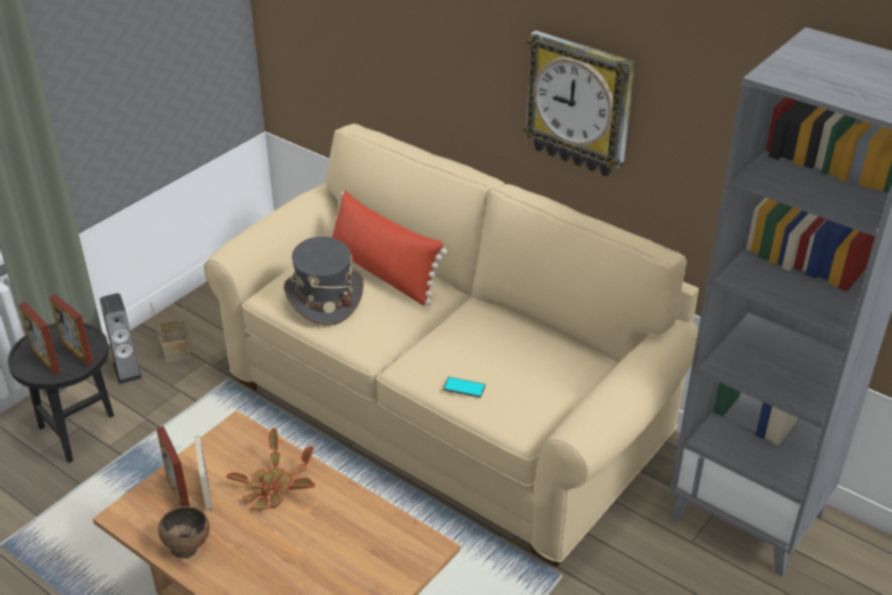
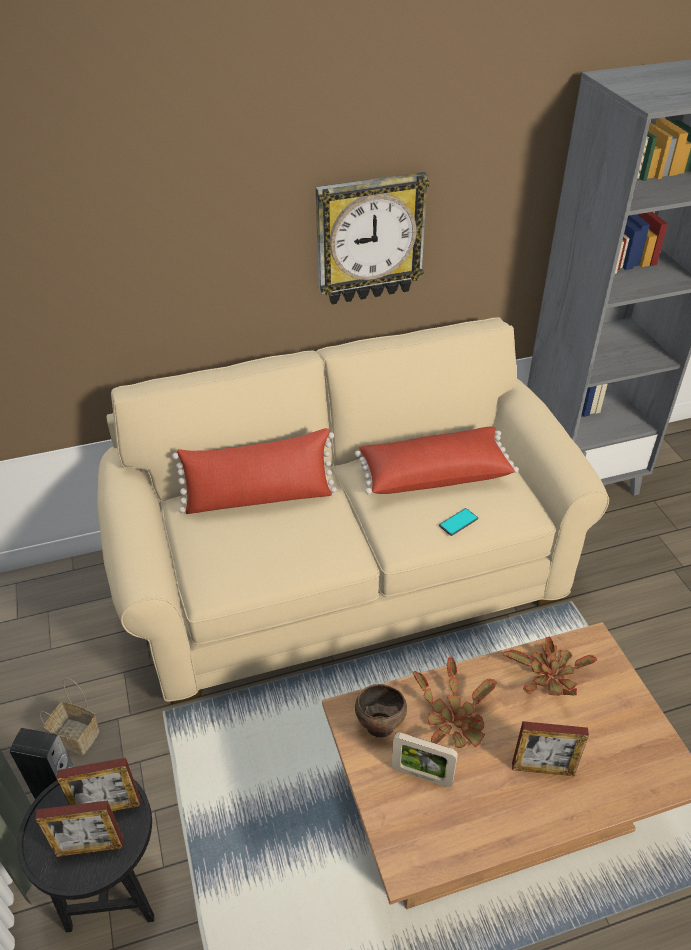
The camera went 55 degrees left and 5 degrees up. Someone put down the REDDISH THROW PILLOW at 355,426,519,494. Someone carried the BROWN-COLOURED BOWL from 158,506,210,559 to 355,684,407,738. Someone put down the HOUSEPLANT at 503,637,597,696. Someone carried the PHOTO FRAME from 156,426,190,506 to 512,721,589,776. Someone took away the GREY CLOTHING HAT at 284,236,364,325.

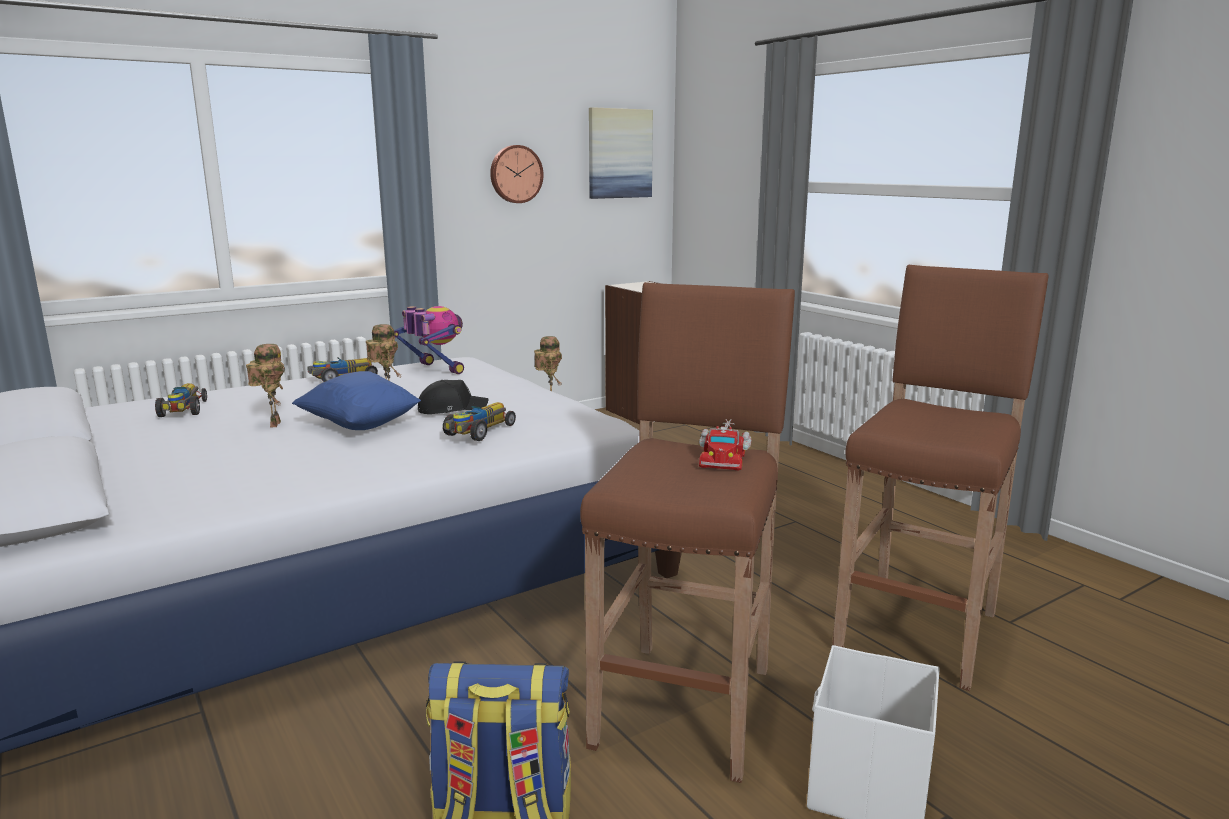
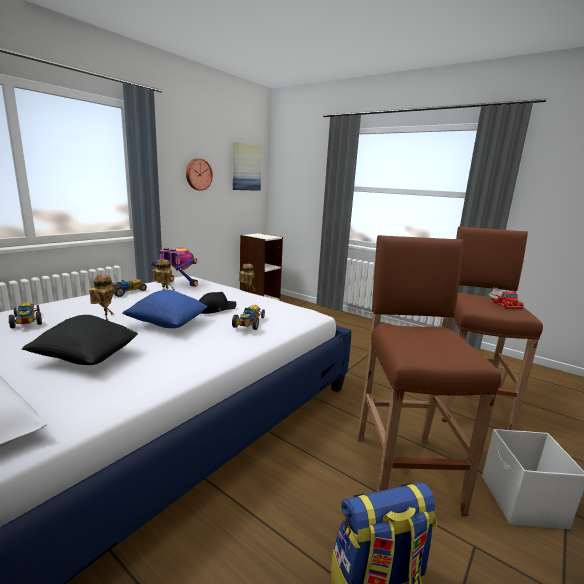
The camera went 20 degrees left and 0 degrees up. Someone put down the BLACK THROW PILLOW at 22,315,138,365. Someone carried the MODEL TRUCK from 699,419,751,470 to 488,288,524,309.

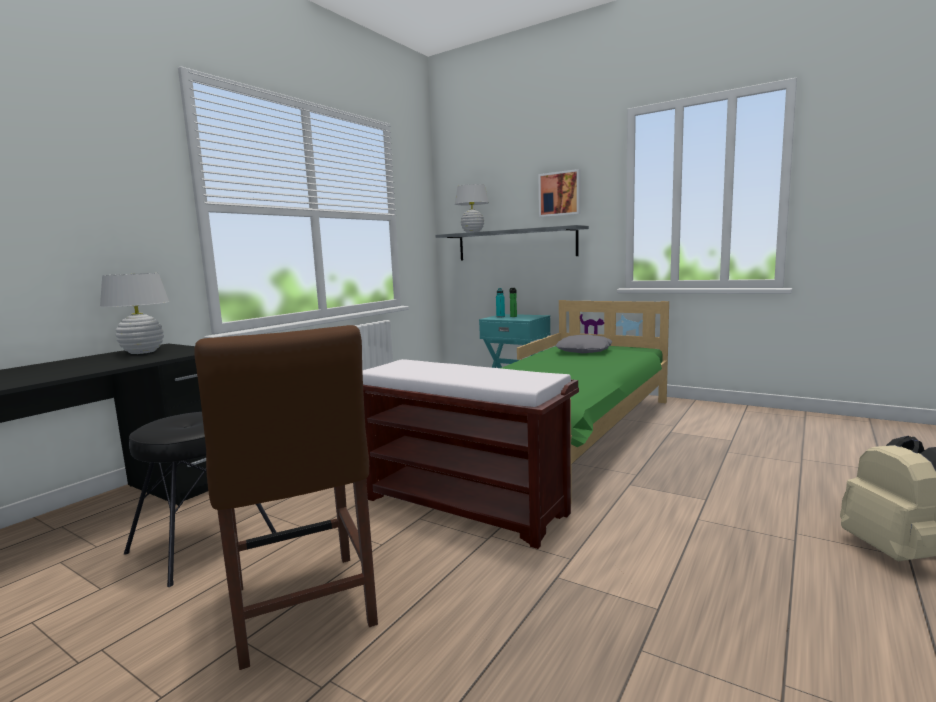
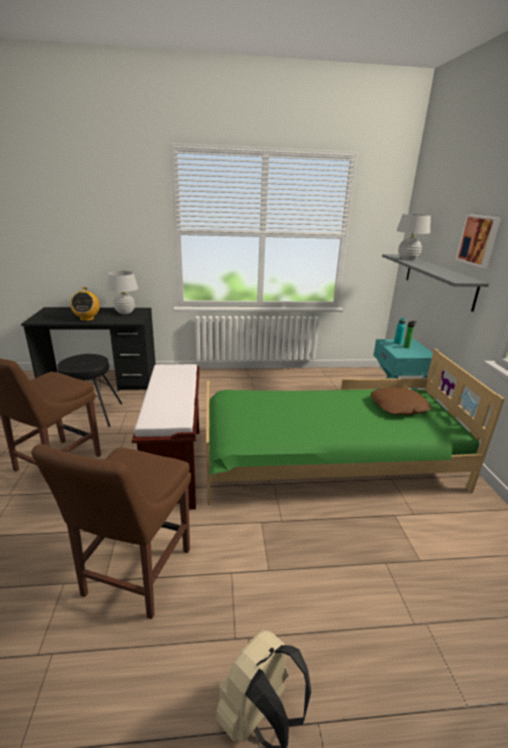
The camera went 50 degrees right and 15 degrees up. Someone put down the BROWN-COLOURED CHAIR at 31,444,191,619. Someone put down the RADIO at 70,287,100,321. Someone repainted the GREY THROW PILLOW at 555,335,613,353, which became the BROWN-COLOURED THROW PILLOW at 371,387,431,415.

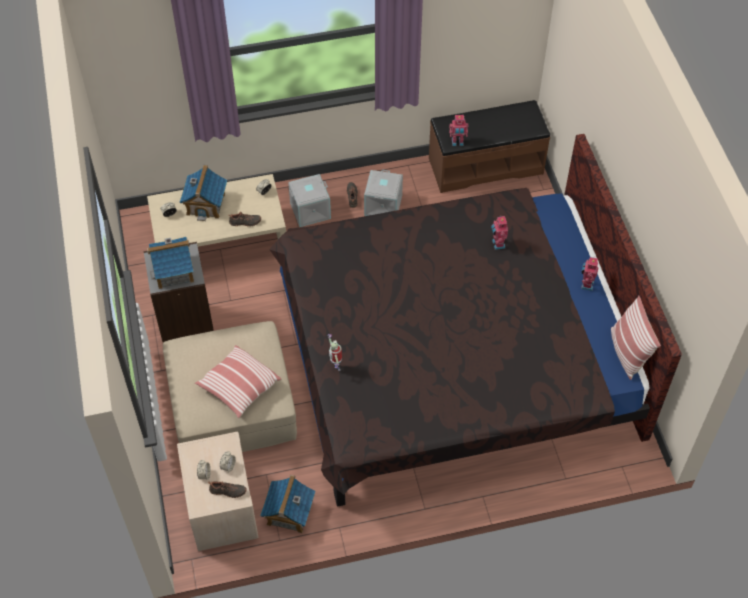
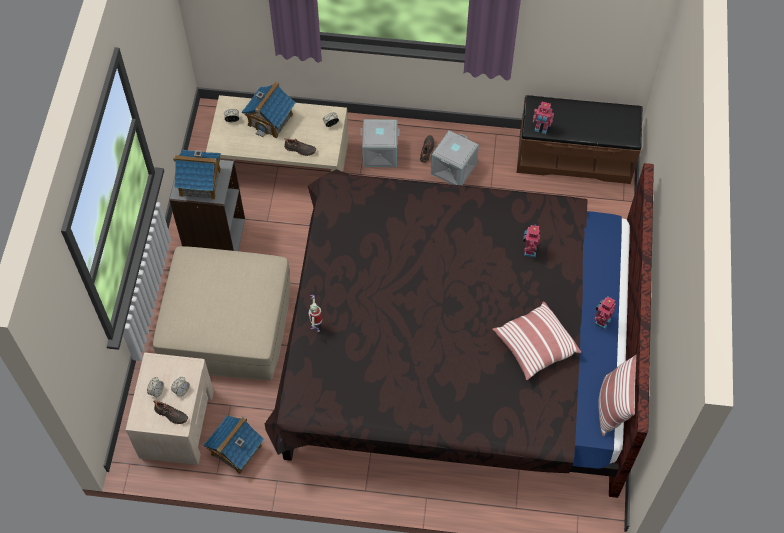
The camera went 20 degrees right and 5 degrees up. Someone carried the THROW PILLOW from 195,345,281,418 to 492,302,581,380.

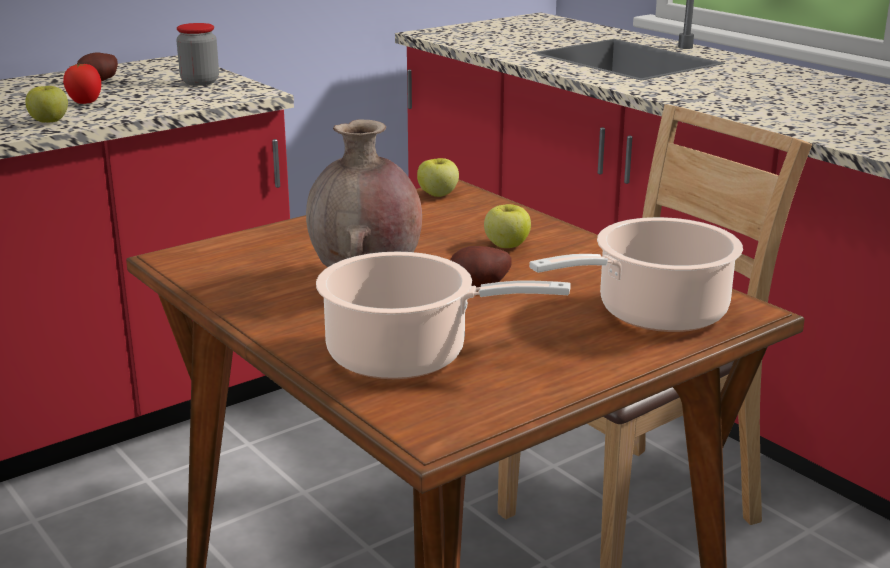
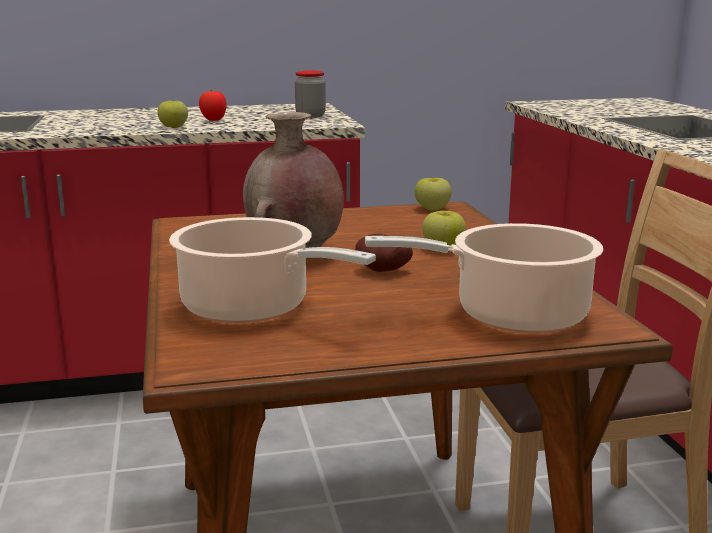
The camera went 25 degrees right and 5 degrees down. Someone took away the POTATO at 77,53,118,81.

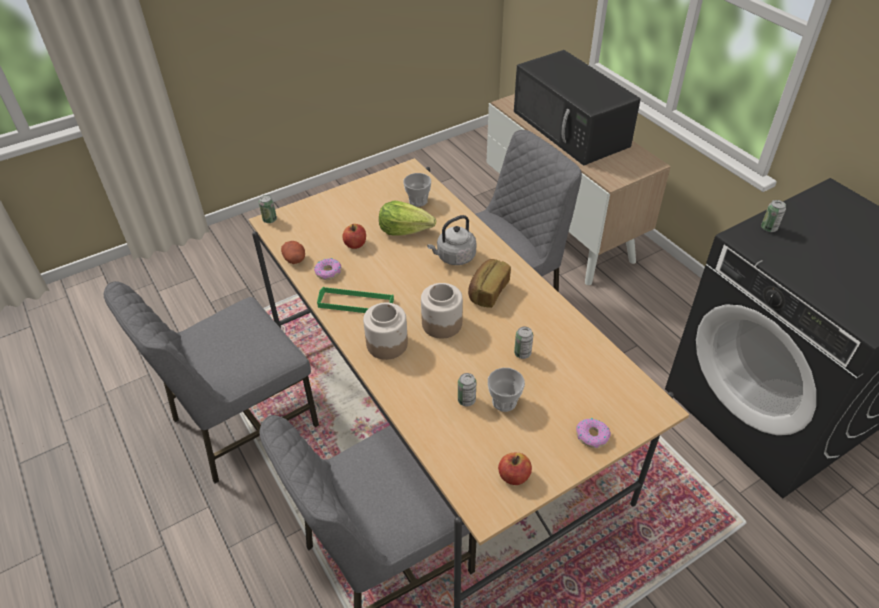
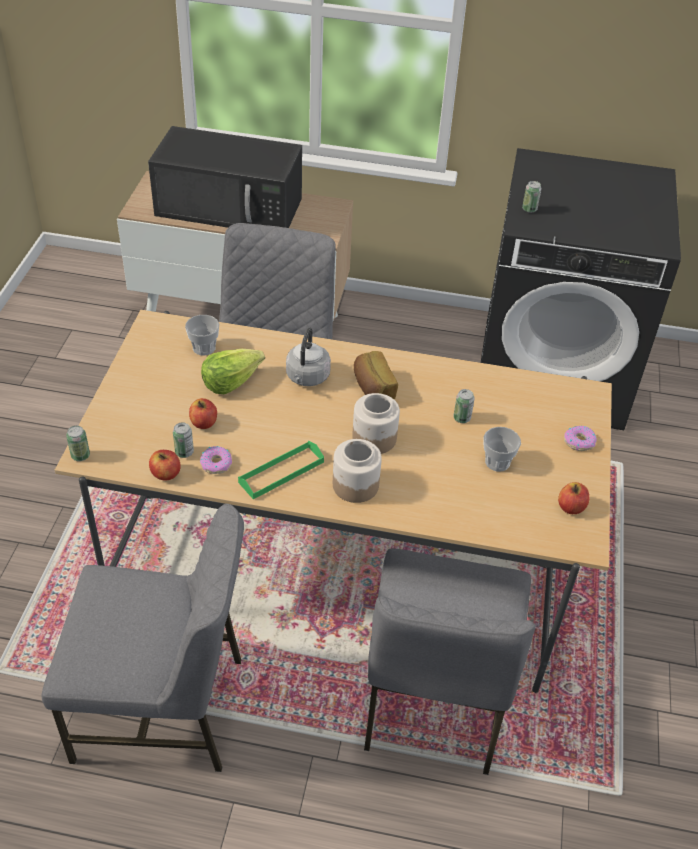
The camera went 50 degrees left and 0 degrees up. Someone rotated the GREY CHAIR at 104,281,319,483 by 90 degrees counterclockwise. Someone swapped the POTATO at 281,241,305,264 for the WHOLE APPLE at 149,450,181,481. Someone carried the METAL CAN from 458,373,476,406 to 173,422,194,458.

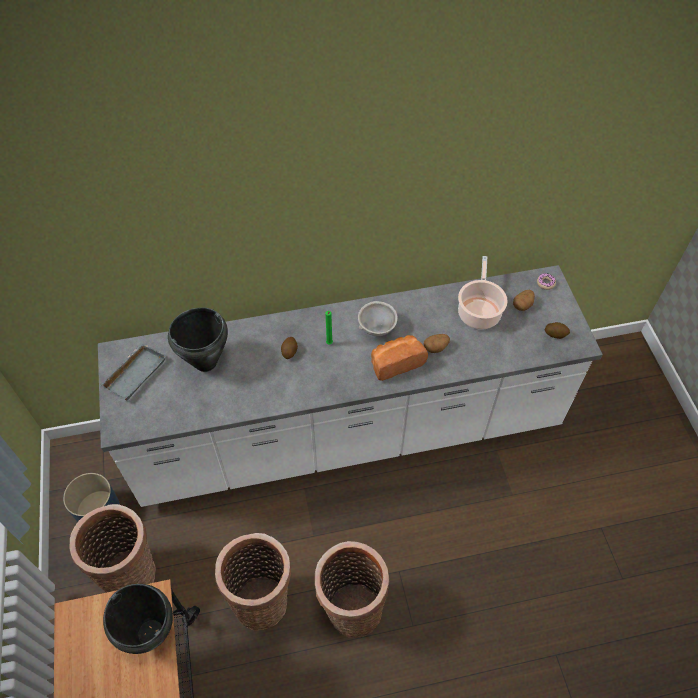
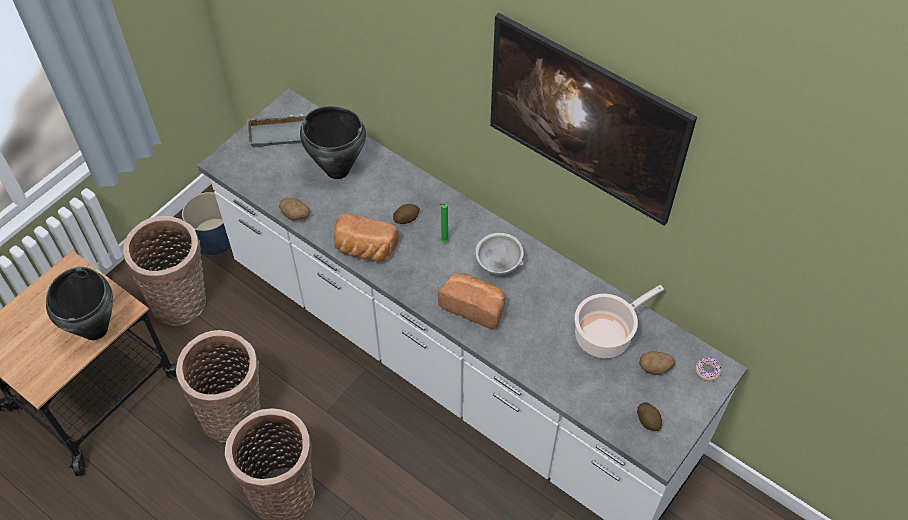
The camera went 50 degrees right and 0 degrees up. Someone carried the POTATO from 423,334,450,353 to 279,198,310,220. Someone put down the BAKED BREAD at 334,214,399,261. Someone put up the WALL ART at 490,13,697,226.

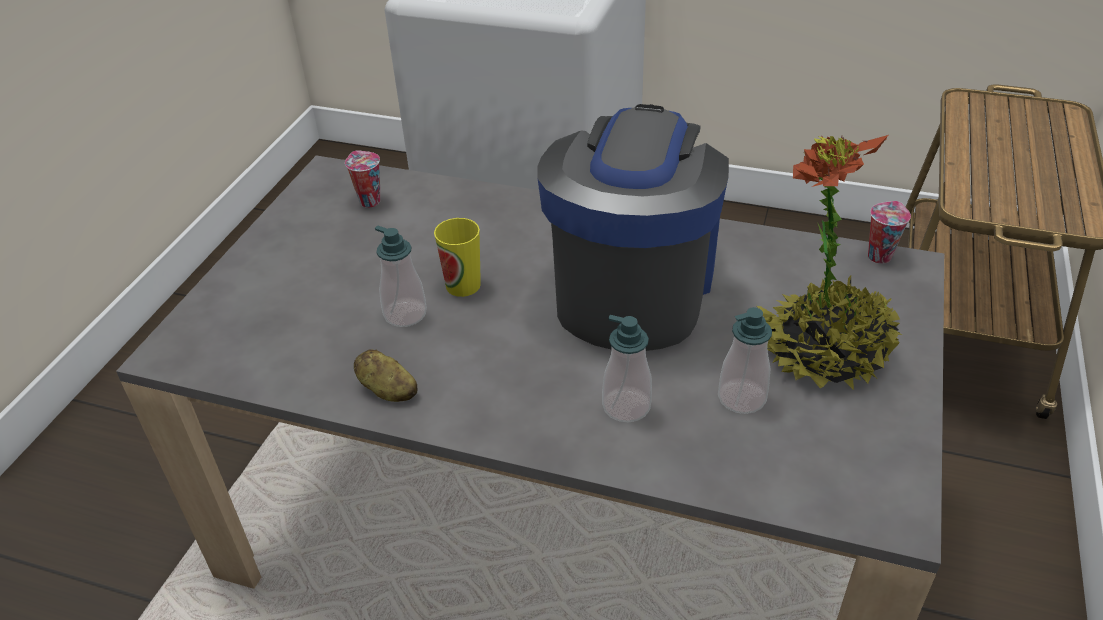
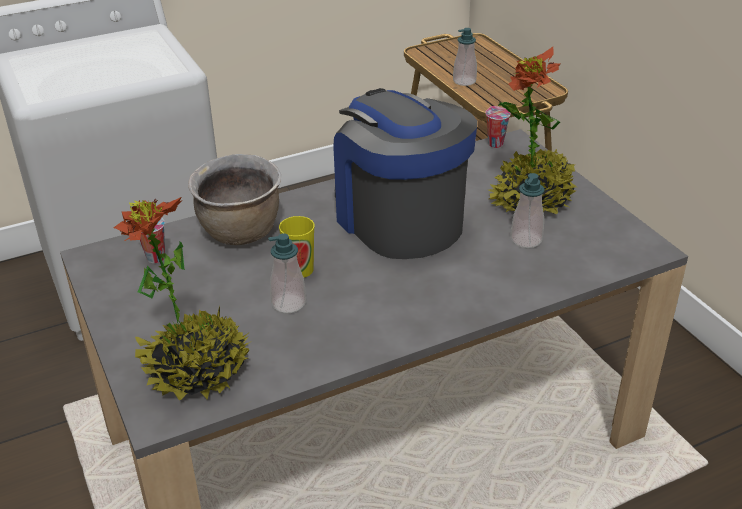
The camera went 45 degrees left and 5 degrees down. Someone put down the HOUSEPLANT at 113,197,250,401. Someone put down the BROWN-COLOURED SAUCEPOT at 188,154,281,245. Someone carried the SOAP DISPENSER from 602,315,652,422 to 453,28,477,86. Someone took away the POTATO at 354,349,418,402.

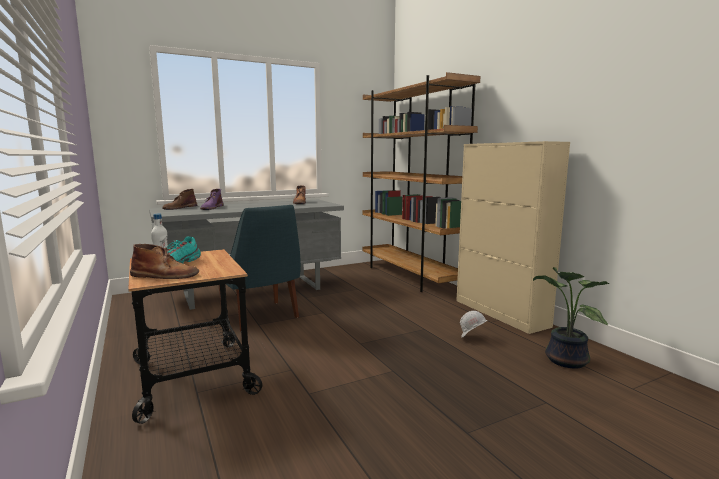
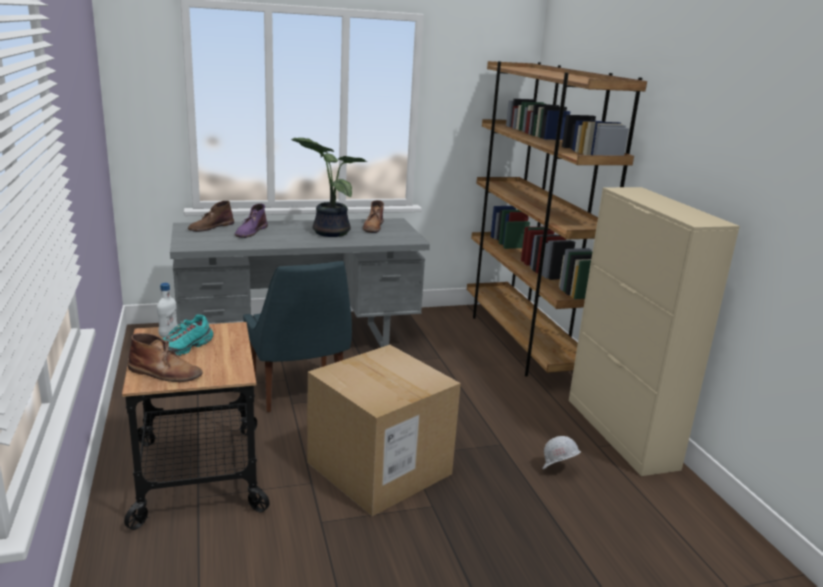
The camera went 10 degrees right and 10 degrees up. Someone carried the HOUSEPLANT from 533,267,609,369 to 291,138,368,237. Someone put down the CARDBOARD BOX at 307,345,461,516.

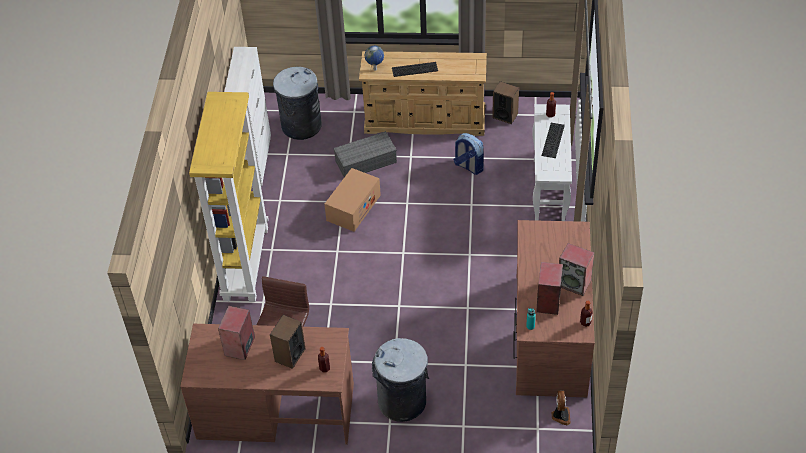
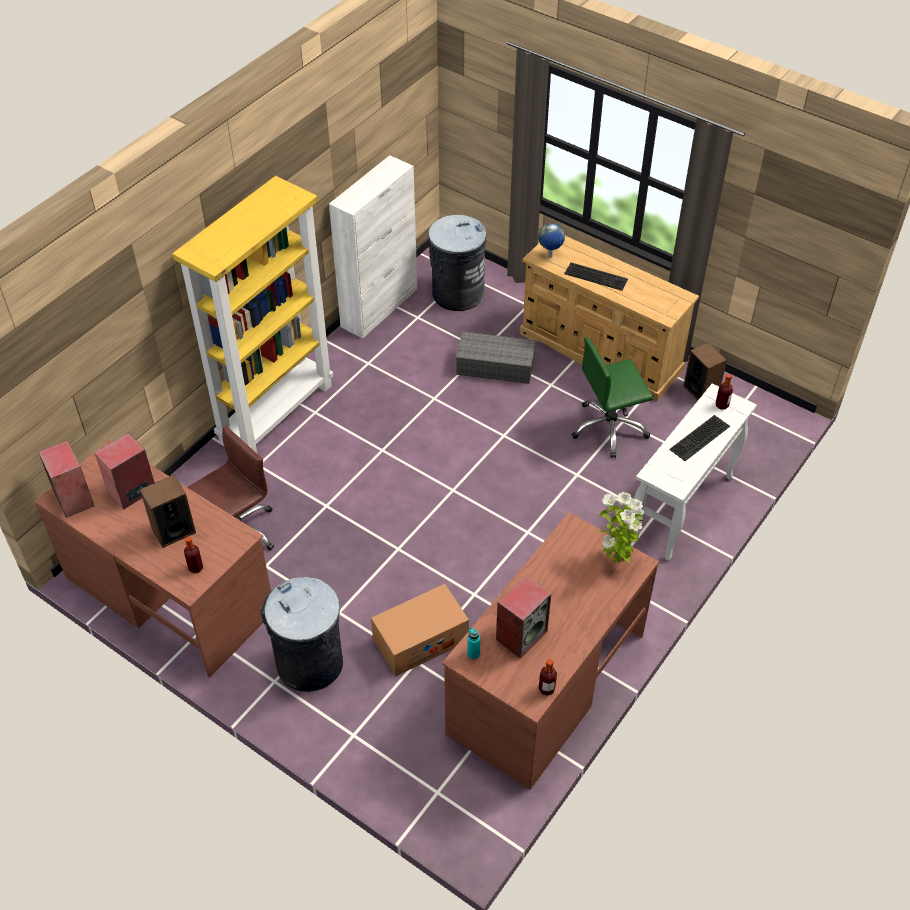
The camera went 30 degrees right and 0 degrees up. Someone carried the SPEAKER from 559,243,594,296 to 38,440,94,518. Someone carried the CARDBOARD BOX from 324,168,381,232 to 371,584,469,677. Someone swapped the RUCKSACK at 453,133,484,175 for the GREENISH DESK CHAIR at 571,337,653,458. Someone put down the HOUSEPLANT at 599,492,645,563. Someone took away the ELECTRIC FAN at 551,391,571,425.

